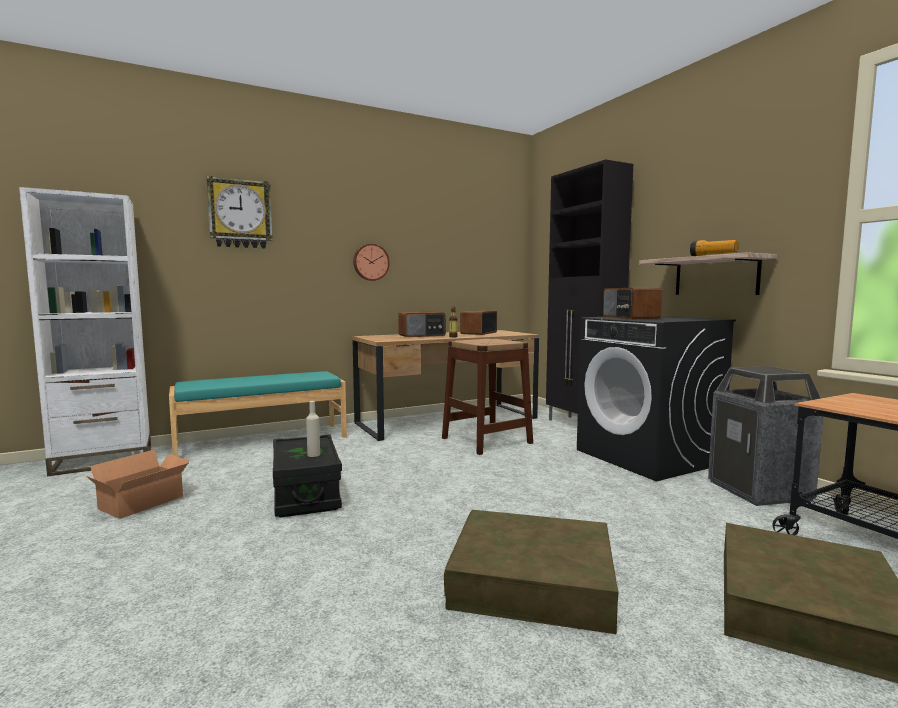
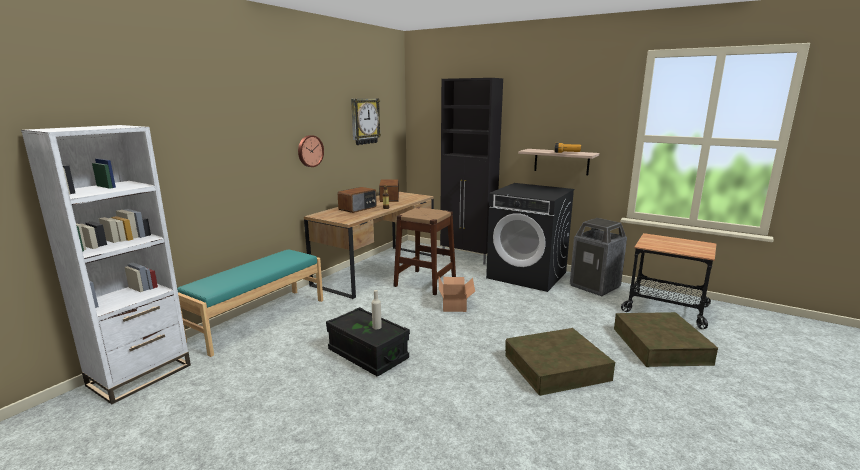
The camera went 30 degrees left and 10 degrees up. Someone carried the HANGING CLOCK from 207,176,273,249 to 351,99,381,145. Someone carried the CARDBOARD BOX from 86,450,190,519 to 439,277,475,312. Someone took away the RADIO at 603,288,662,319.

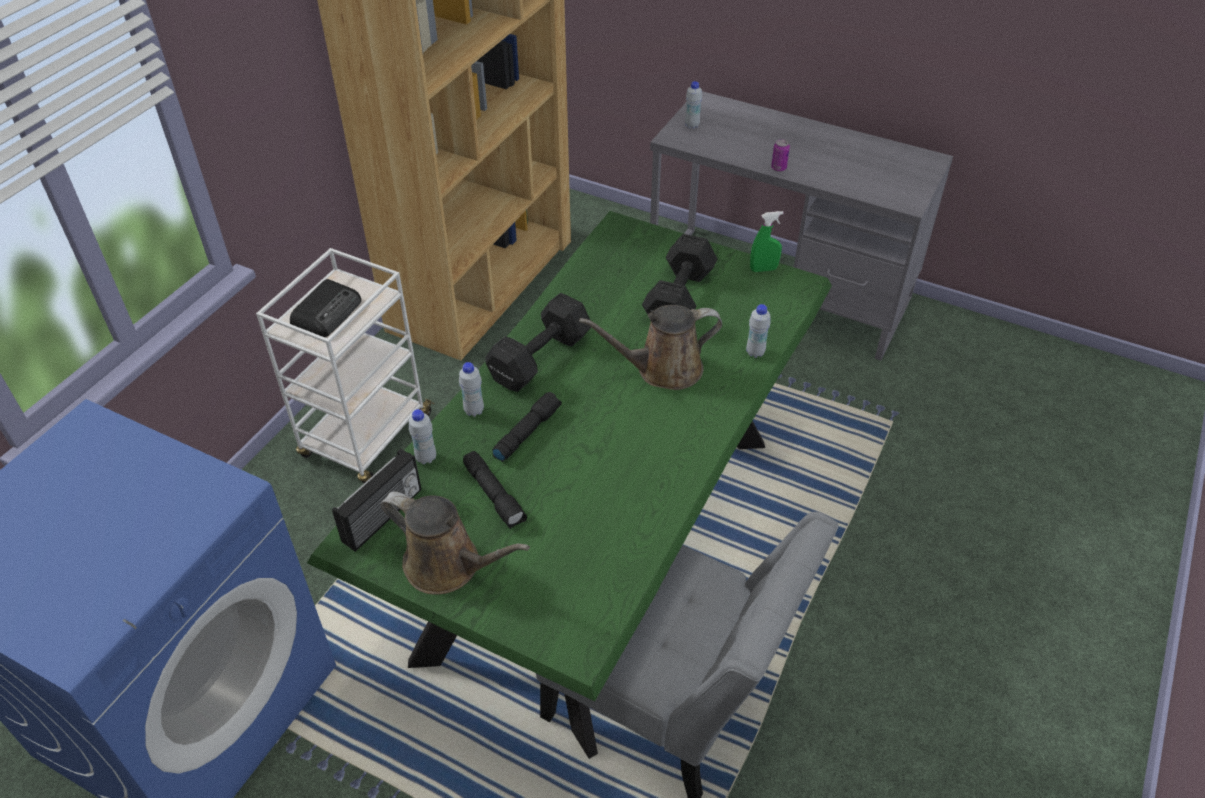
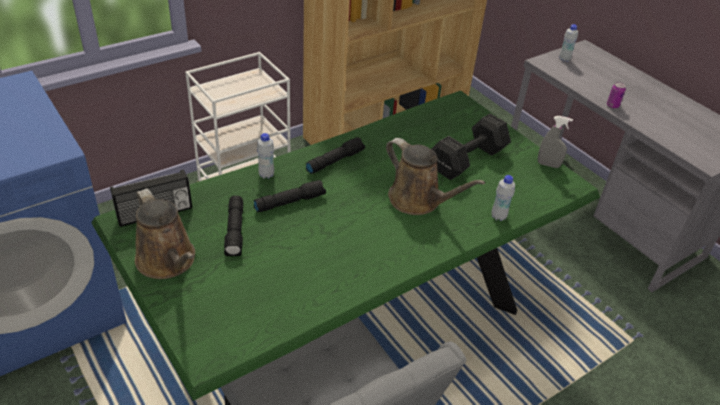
The camera went 25 degrees right and 5 degrees down. Someone swapped the BLACK FREE WEIGHT at 485,293,591,392 for the BLACK TORCH at 306,137,365,174. Someone rotated the BROWN-COLOURED SPRINKLING CAN at 579,305,722,390 by 150 degrees counterclockwise. Someone repainted the GREENISH HAND SPRAYER at 750,211,784,272, which became the GREY HAND SPRAYER at 538,116,573,168. Someone took away the RADIO at 290,279,361,337. Someone took away the WHITE BEVERAGE BOTTLE at 409,409,436,465.

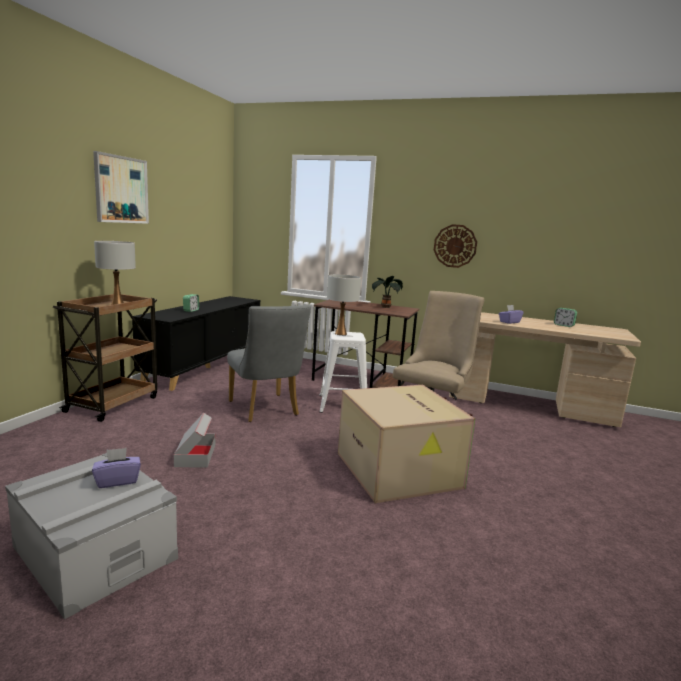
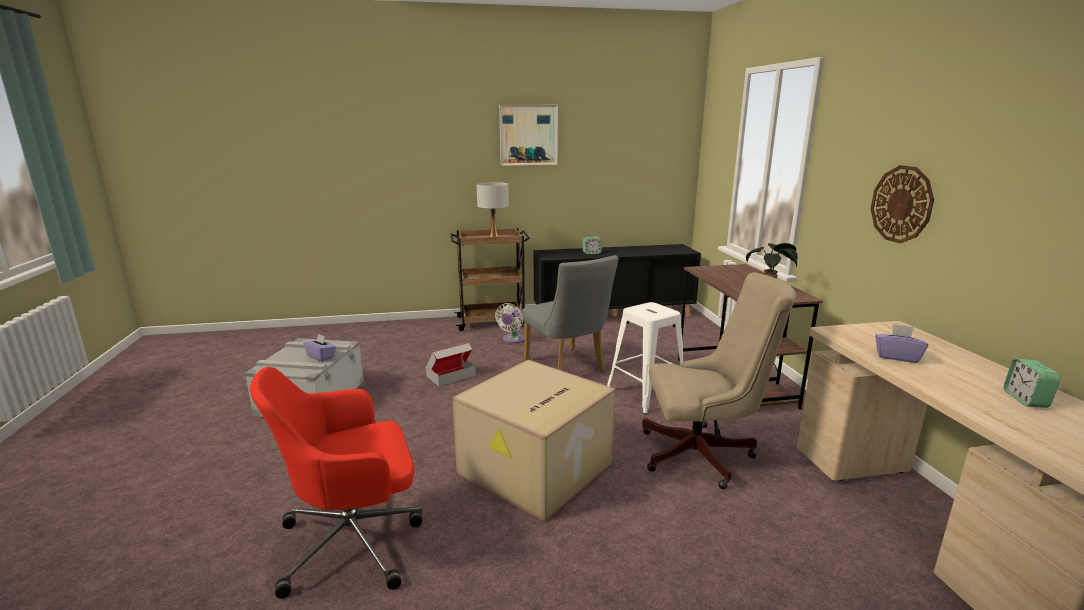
The camera went 60 degrees right and 5 degrees up. Someone put down the REDDISH DESK CHAIR at 250,367,422,599. Someone put down the WHITE ELECTRIC FAN at 495,303,524,343. Someone rotated the GREY CHAIR at 227,305,311,422 by 60 degrees counterclockwise. Someone took away the WHITE TABLE LAMP at 327,274,361,335.

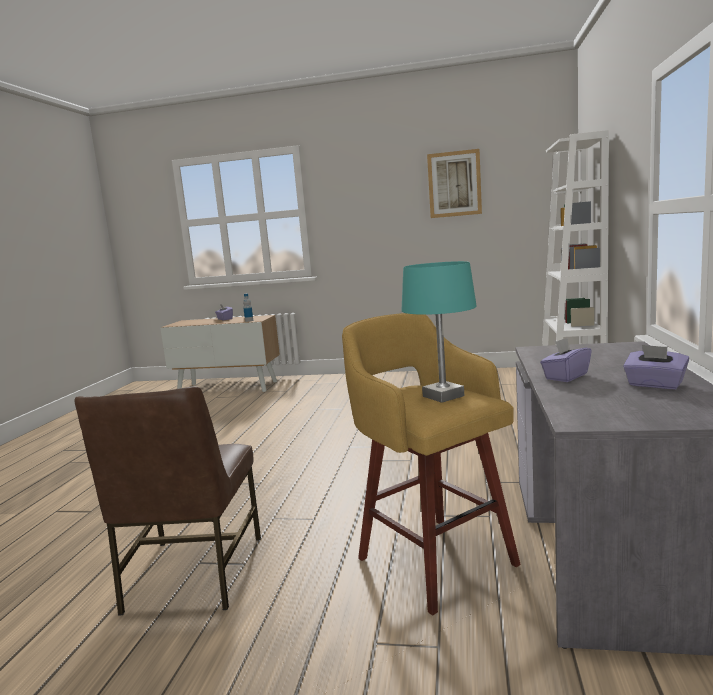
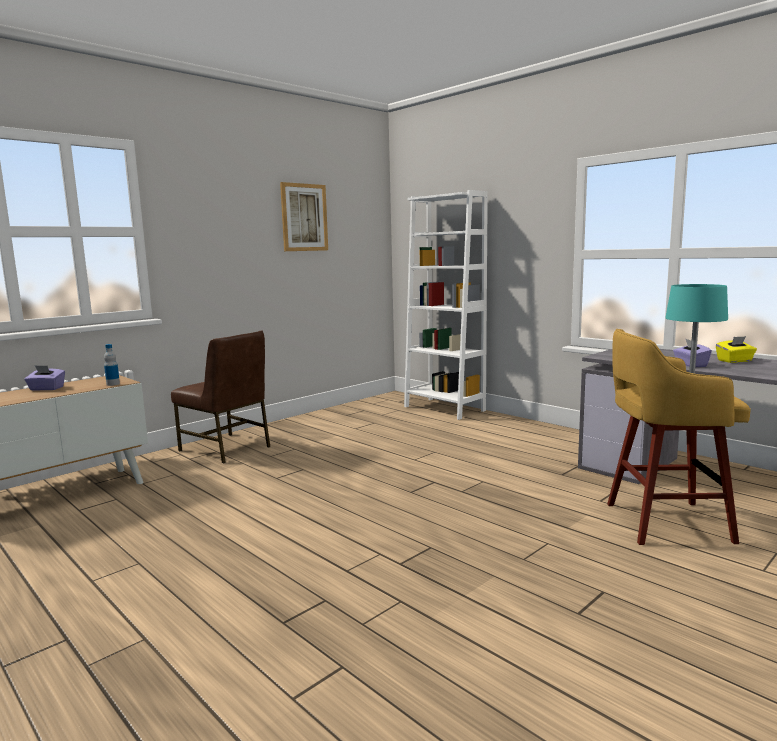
The camera went 55 degrees left and 0 degrees up. Someone carried the BROWN-COLOURED CHAIR from 74,387,261,616 to 171,330,271,463. Someone repainted the PURPLE BOX OF TISSUES at 623,345,689,390, which became the YELLOW BOX OF TISSUES at 716,336,757,363.

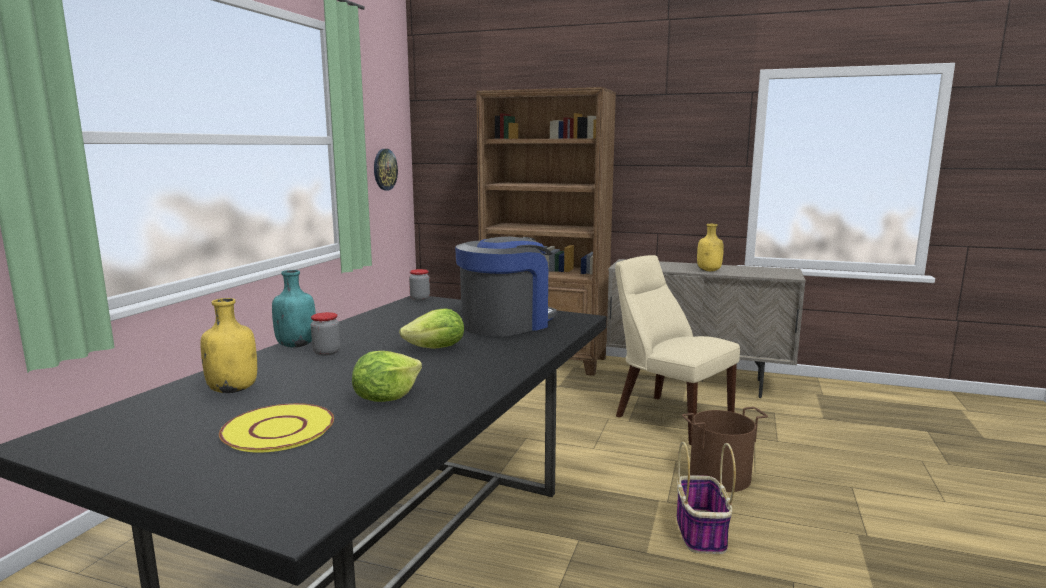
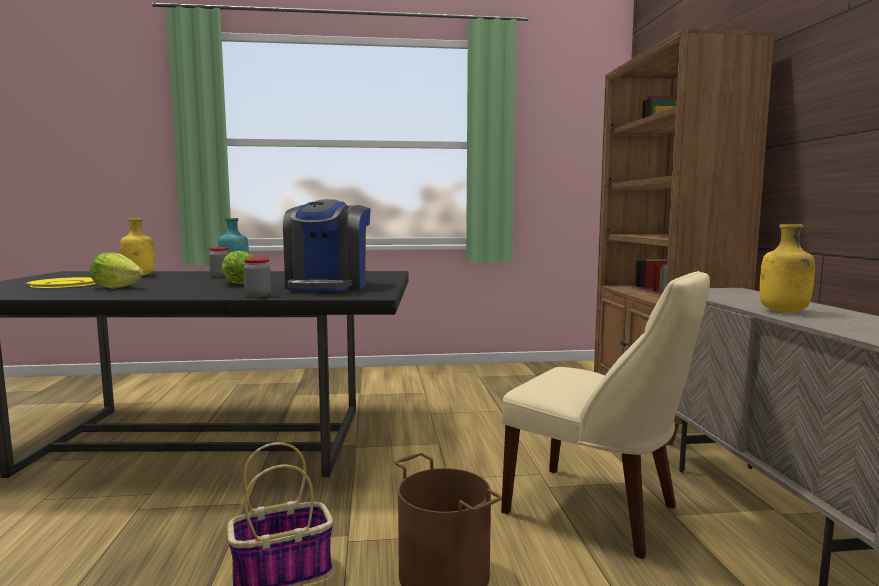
The camera went 65 degrees right and 5 degrees down. Someone carried the PRESERVE JAR from 409,269,430,301 to 243,258,271,297. Someone rotated the COFFEE MAKER at 455,237,557,337 by 75 degrees clockwise. Someone rotated the BEIGE-COLOURED CHAIR at 615,255,740,445 by 105 degrees clockwise. Someone took away the HANGING CLOCK at 374,149,398,191.

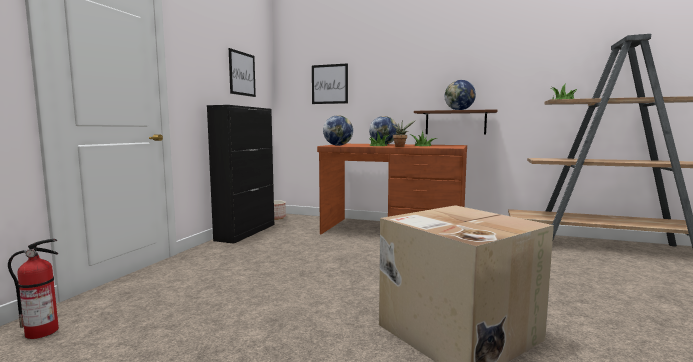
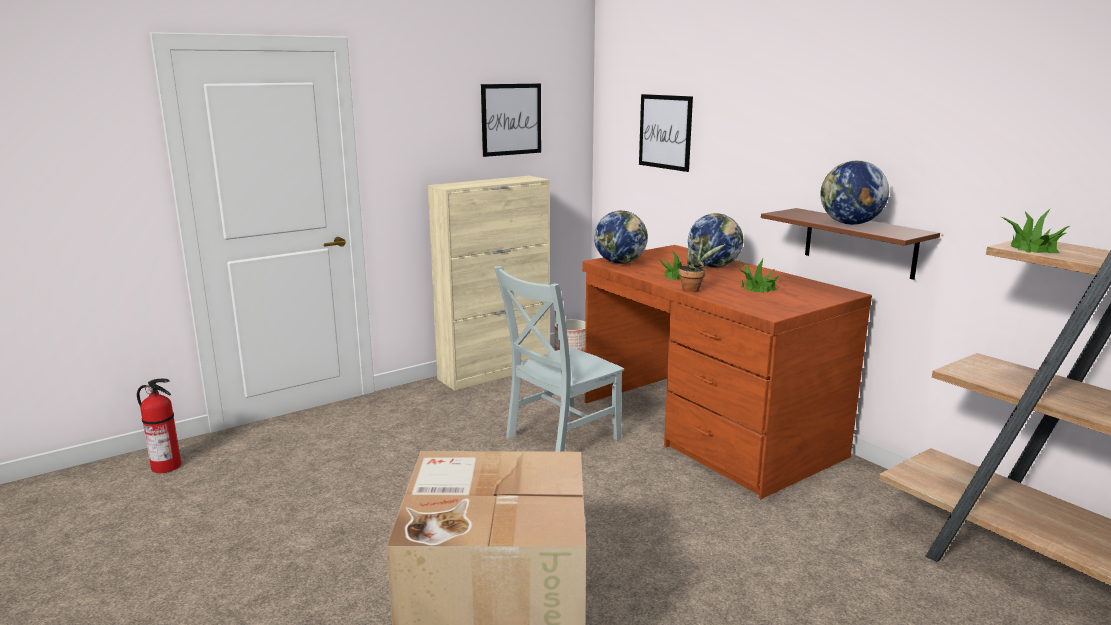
The camera went 35 degrees right and 10 degrees up. Someone repainted the BLACK STORAGE CABINET at 207,105,274,244, which became the BEIGE-COLOURED STORAGE CABINET at 428,176,550,391. Someone put down the GREY CHAIR at 494,266,624,452.

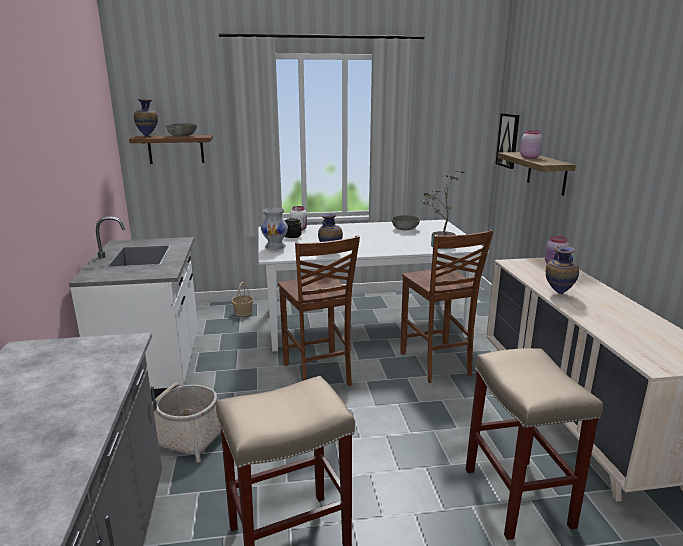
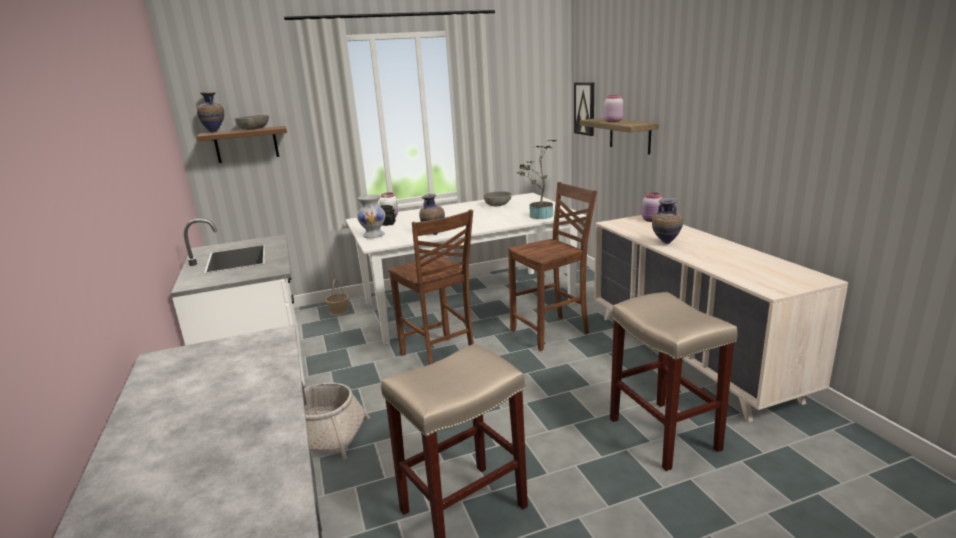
The camera went 10 degrees left and 0 degrees up. Someone rotated the BROWN-COLOURED CHAIR at 400,230,494,383 by 90 degrees counterclockwise.

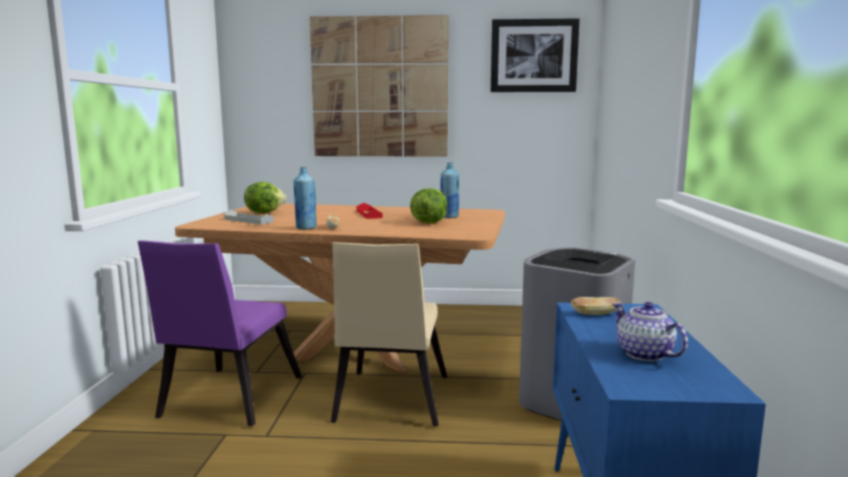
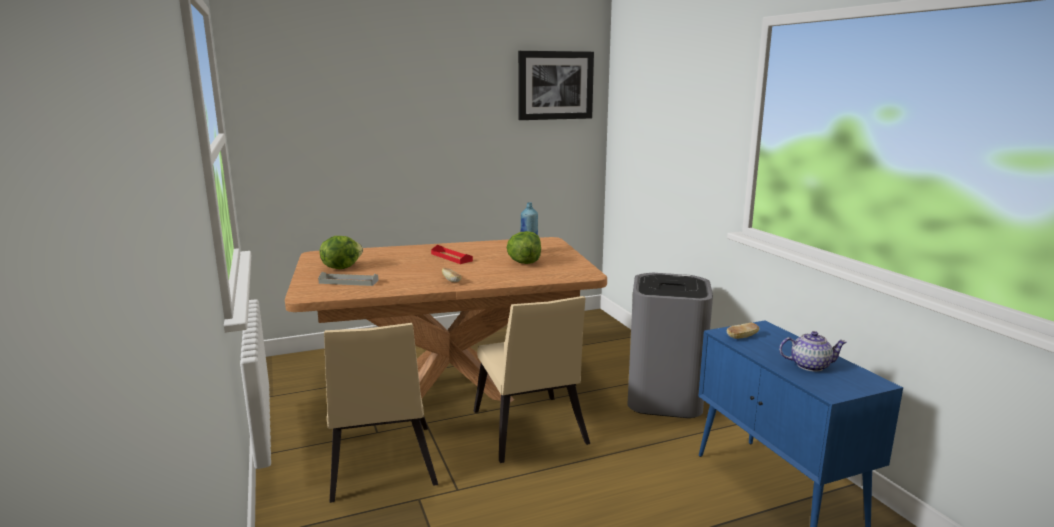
The camera went 25 degrees left and 5 degrees up. Someone repainted the PURPLE CHAIR at 138,240,302,426, which became the BEIGE-COLOURED CHAIR at 324,323,438,503. Someone rotated the TEAPOT at 612,302,688,361 by 150 degrees clockwise. Someone took away the BLUE-COLOURED BEVERAGE BOTTLE at 294,167,317,230. Someone took away the WALL ART at 310,15,449,157.

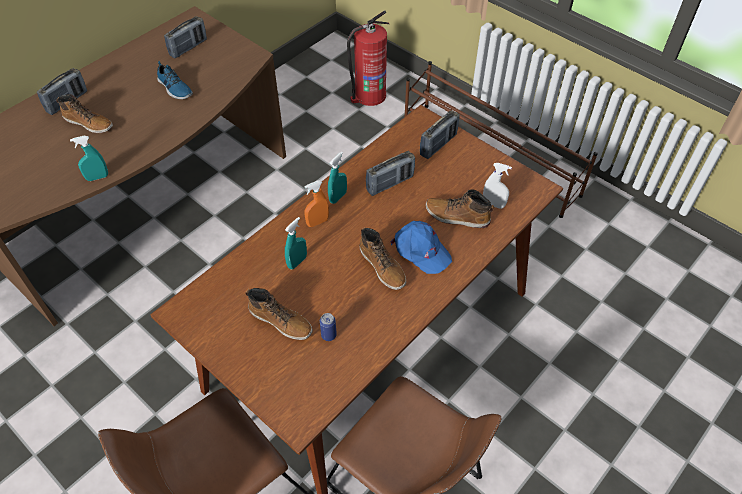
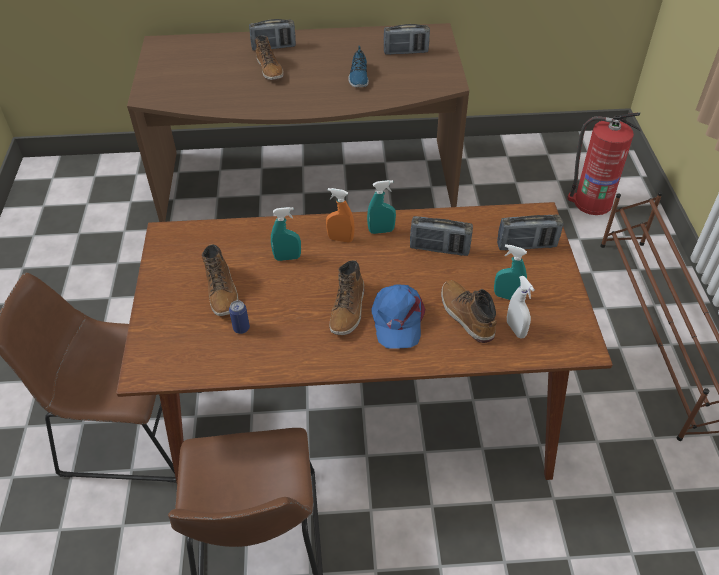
The camera went 45 degrees right and 5 degrees down. Someone carried the TURQUOISE HAND SPRAYER from 70,136,108,181 to 494,244,527,300.

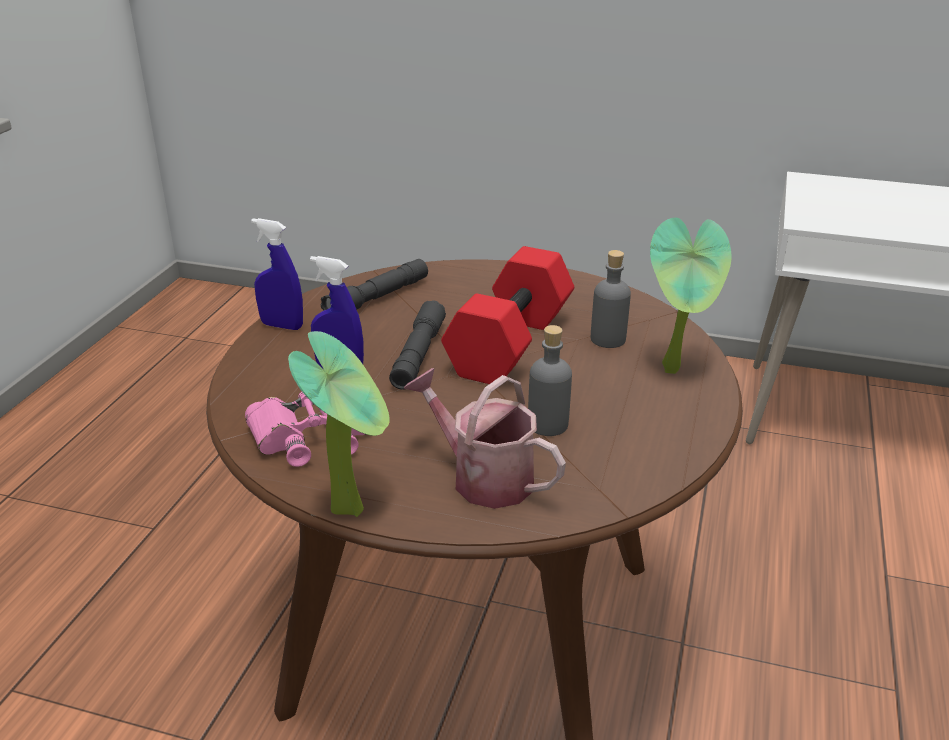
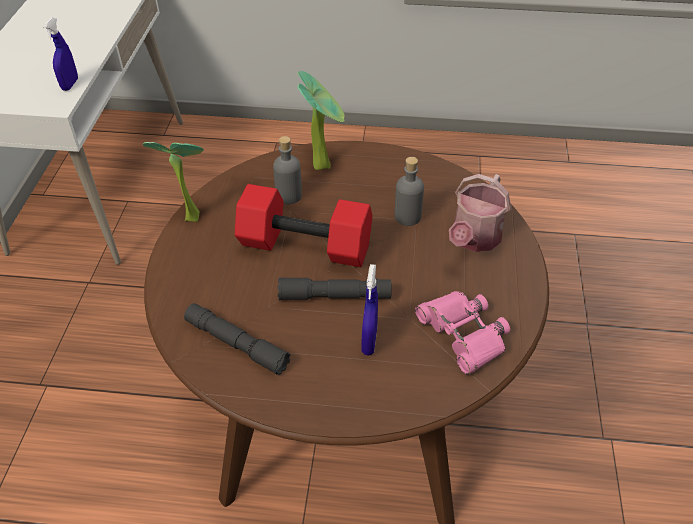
The camera went 100 degrees left and 15 degrees up. Someone carried the BLUE-COLOURED HAND SPRAYER from 251,218,303,330 to 43,18,78,91. Someone carried the HOUSEPLANT from 288,331,390,517 to 143,142,204,222.

